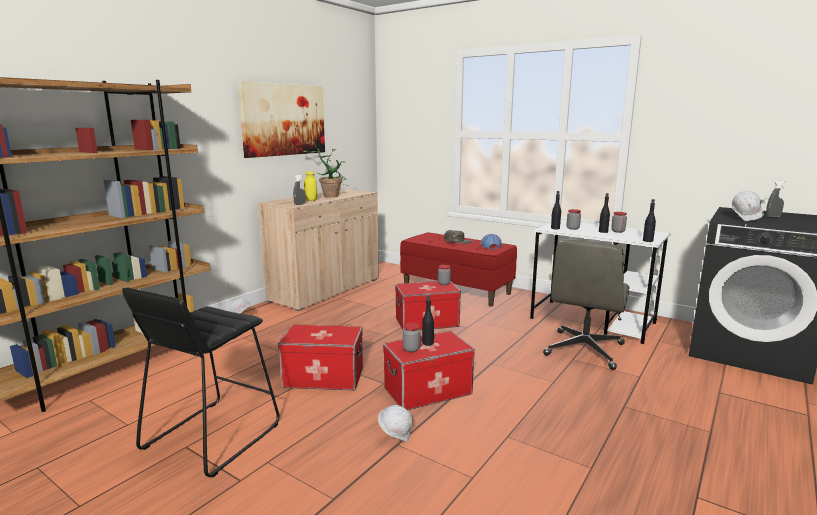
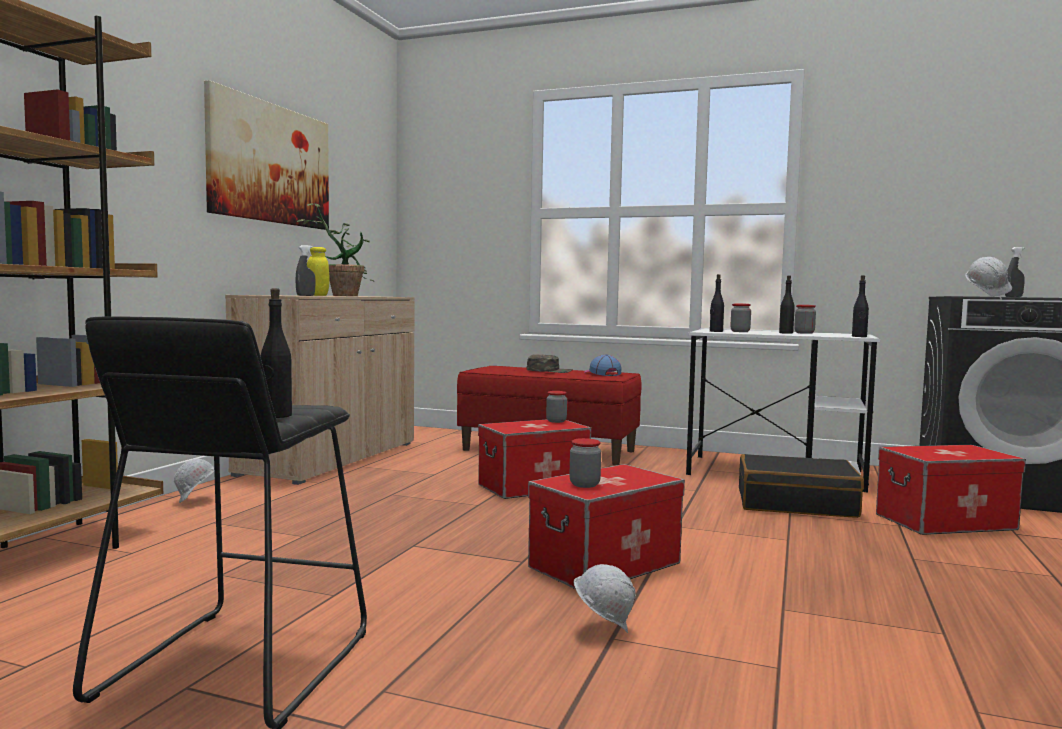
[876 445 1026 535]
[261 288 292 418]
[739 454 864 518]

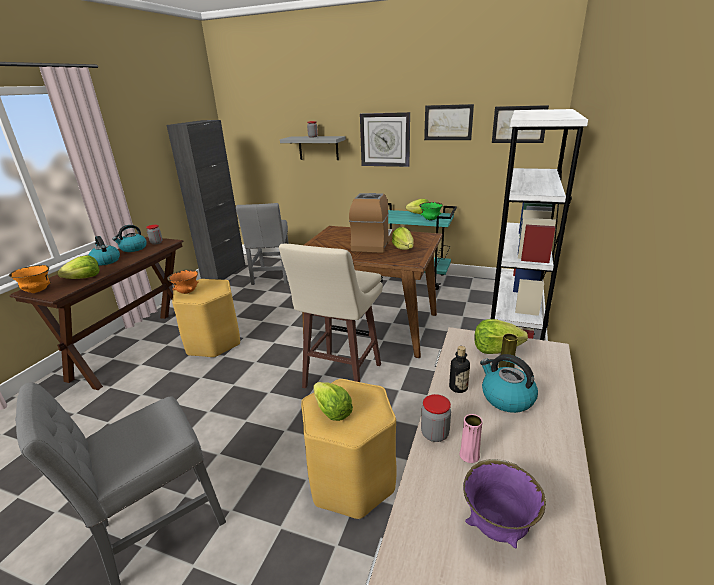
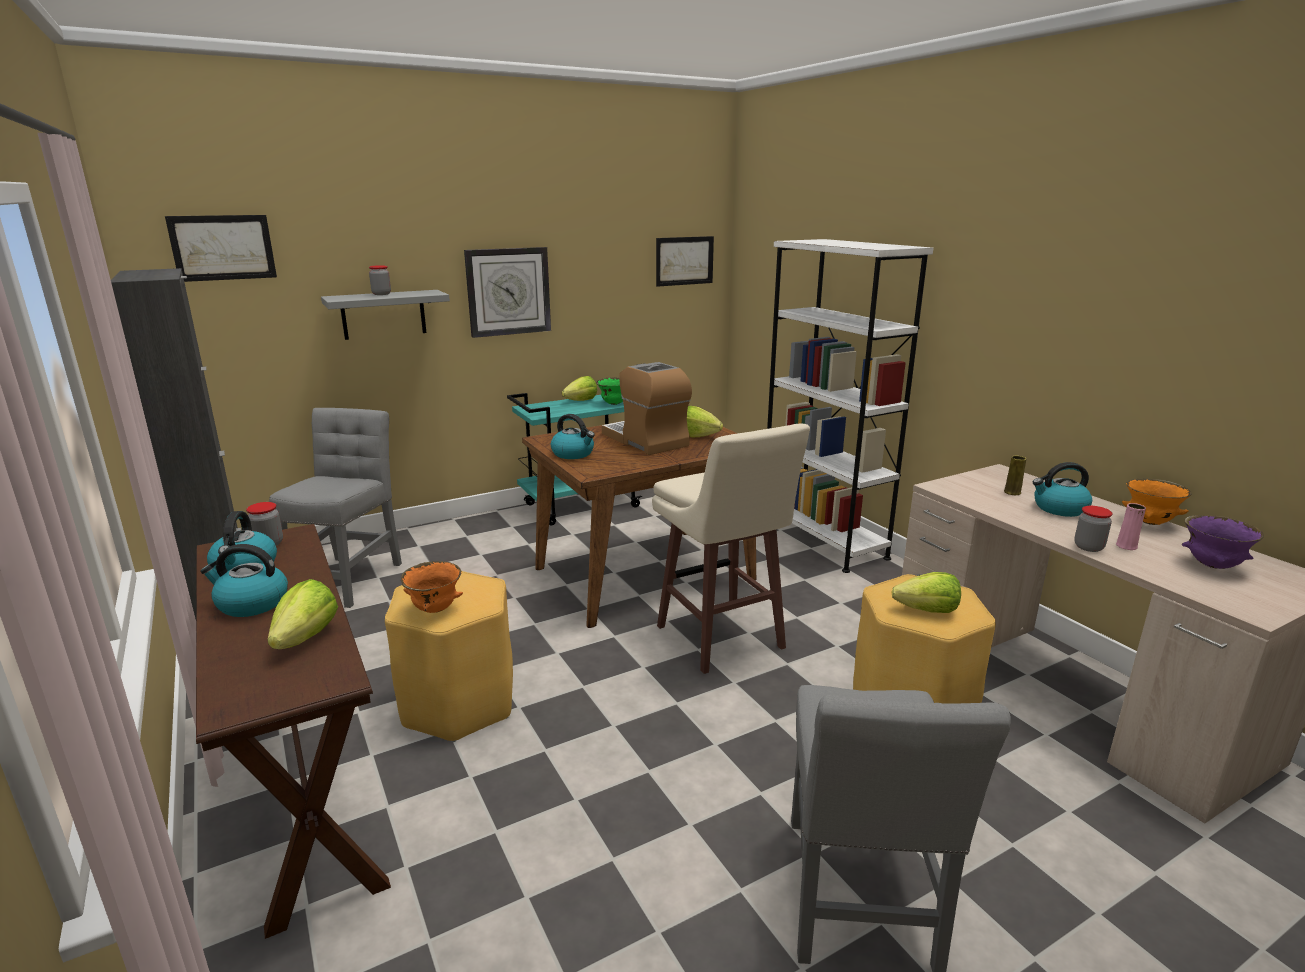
[449 346 470 393] (first image)
[474 319 528 354] (first image)
[551 414 595 459]
[1122 479 1192 525]
[165 215 277 282]
[269 408 402 608]

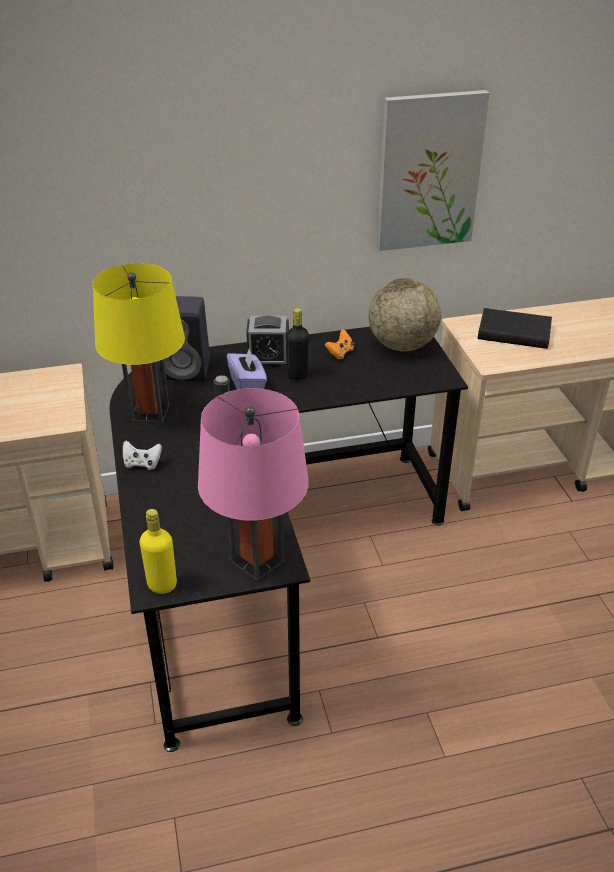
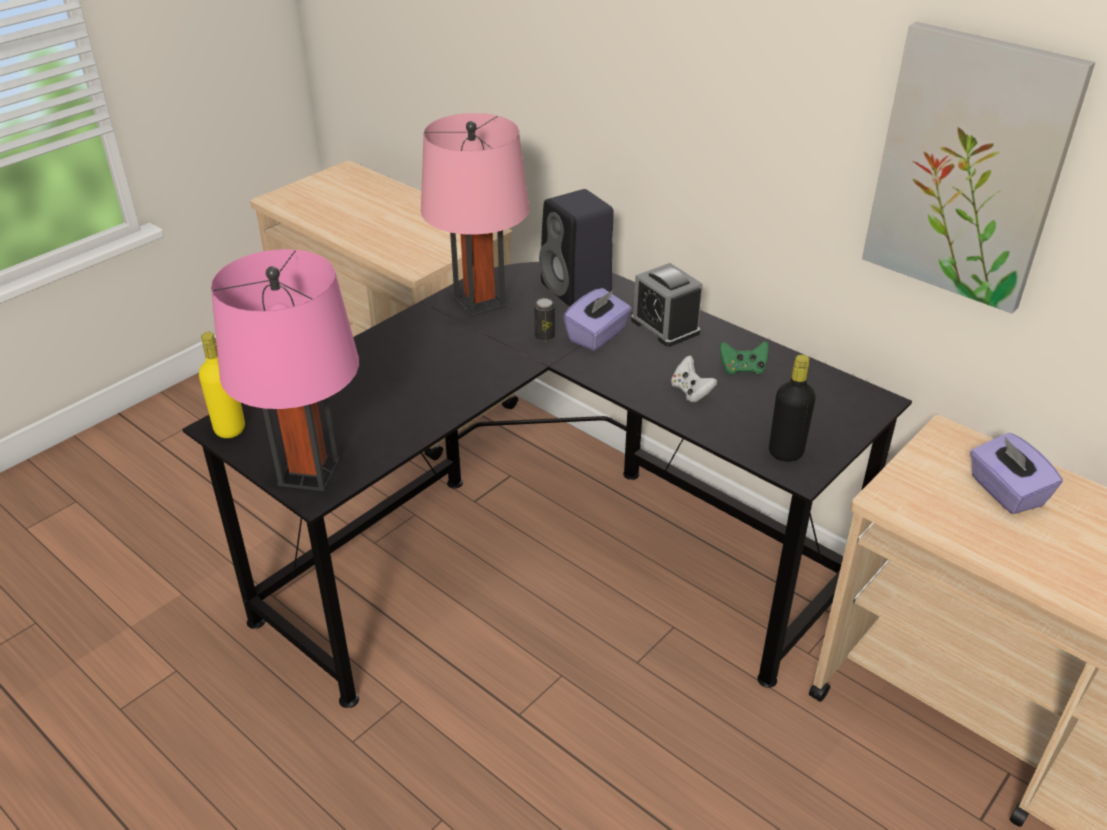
[368 278 441 351] (first image)
[671 355 717 403]
[769 355 816 462]
[970 433 1063 514]
[421 113 530 317]
[719 341 769 375]

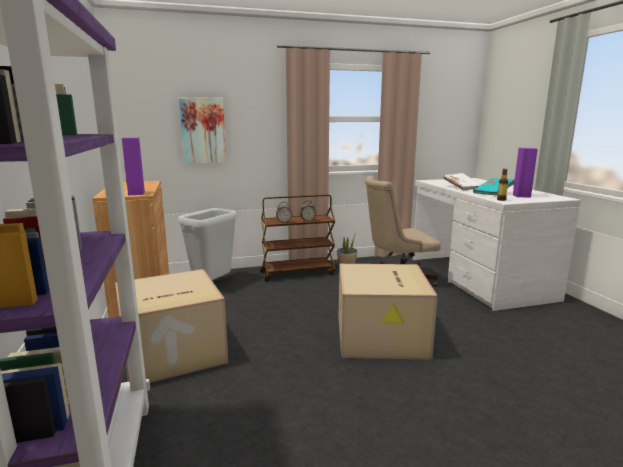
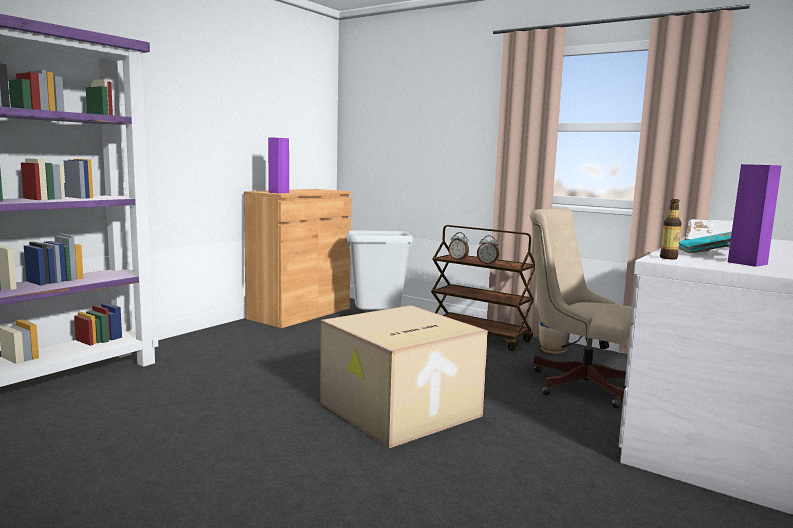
[115 269 228 383] (first image)
[179 97 226 164] (first image)

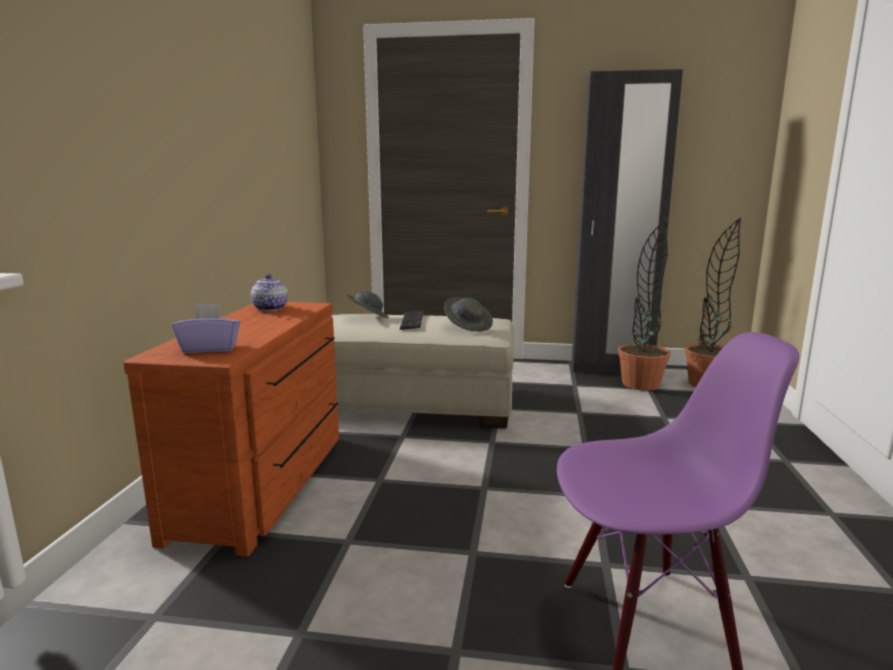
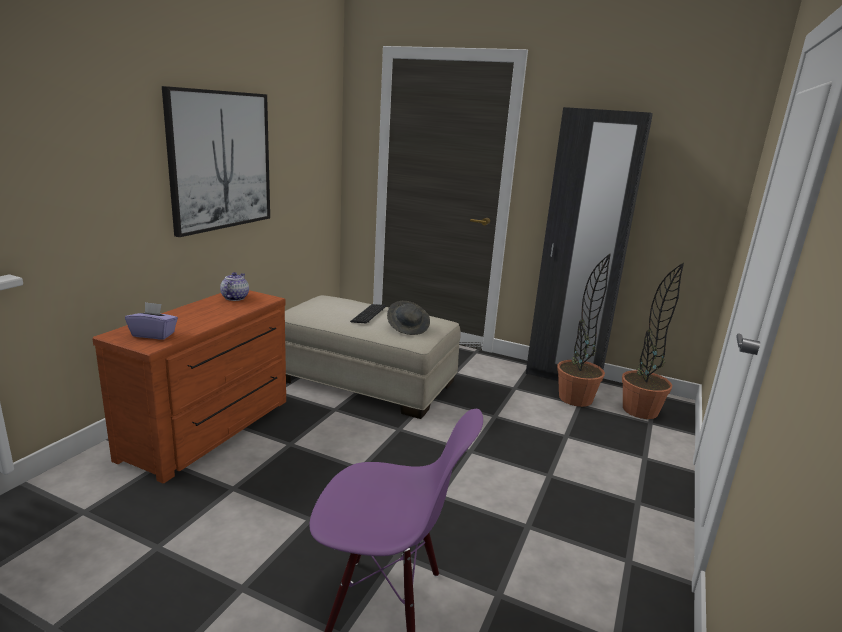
[345 291 389 318] (first image)
[162 86 270 237]

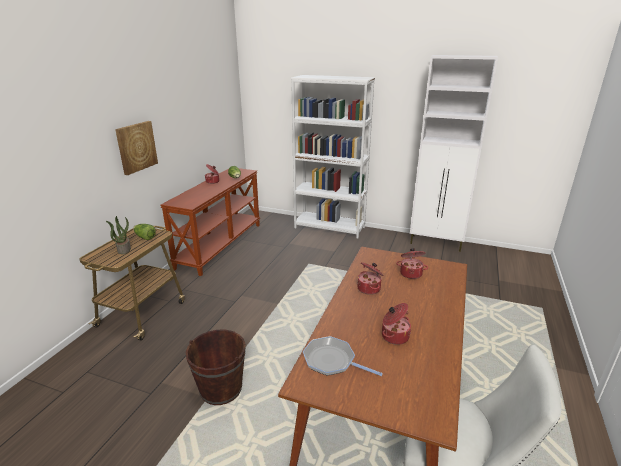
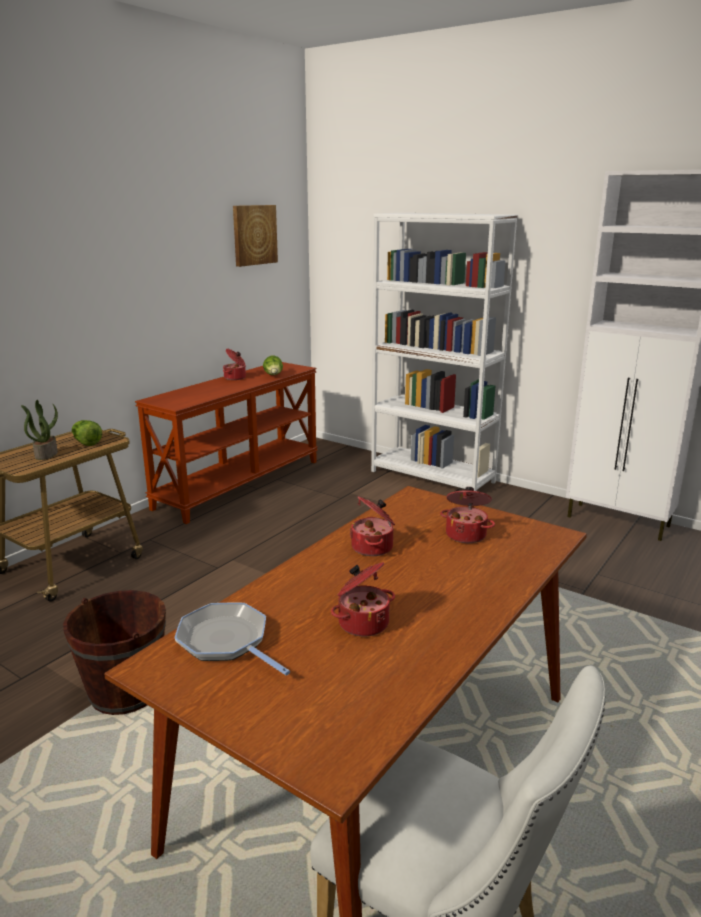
[233 205 278 267]

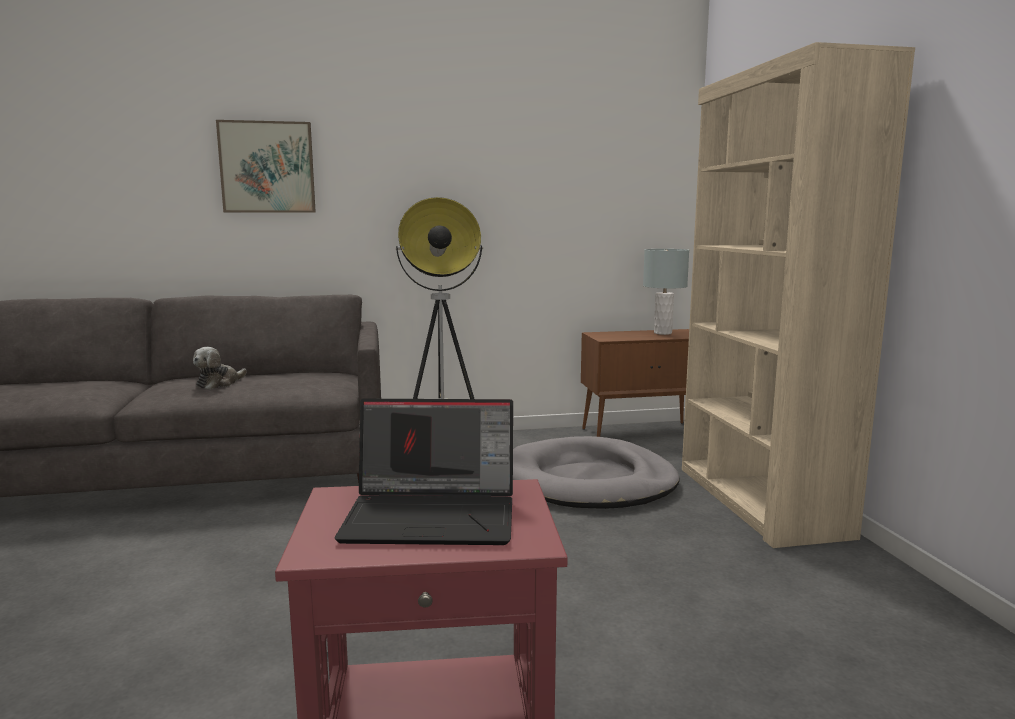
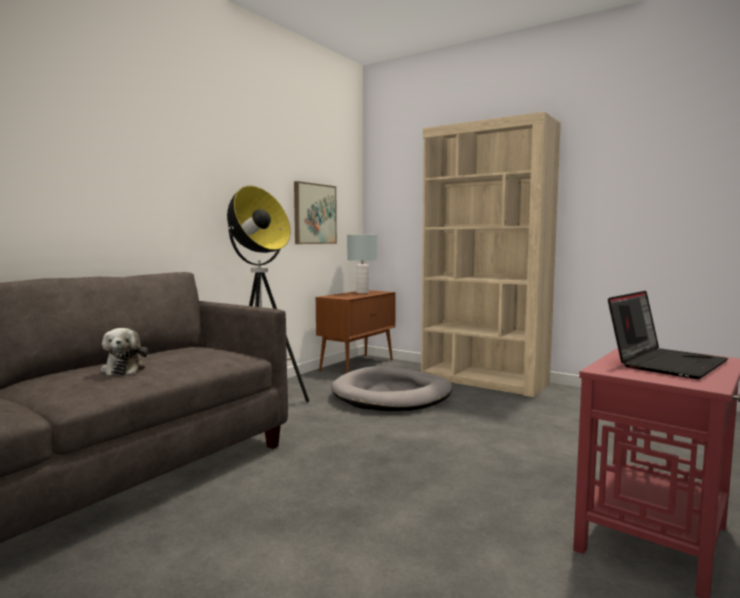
[294 181 337 244]

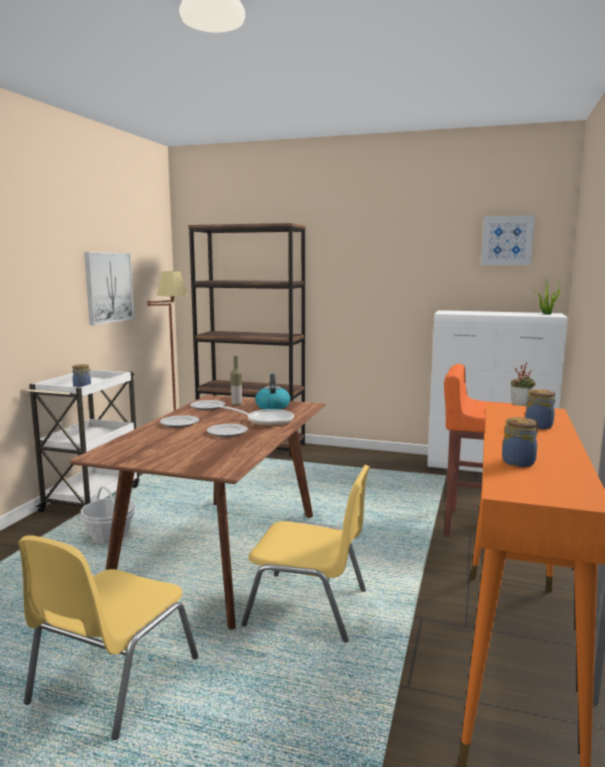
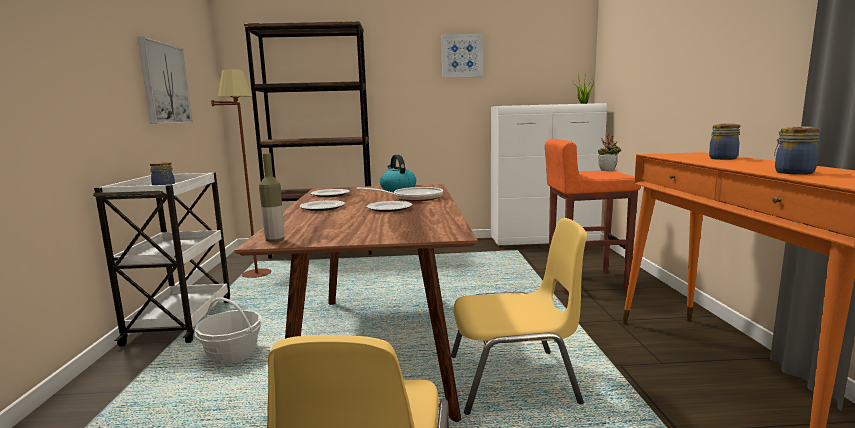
[259 154 284 242]
[441 34 483 78]

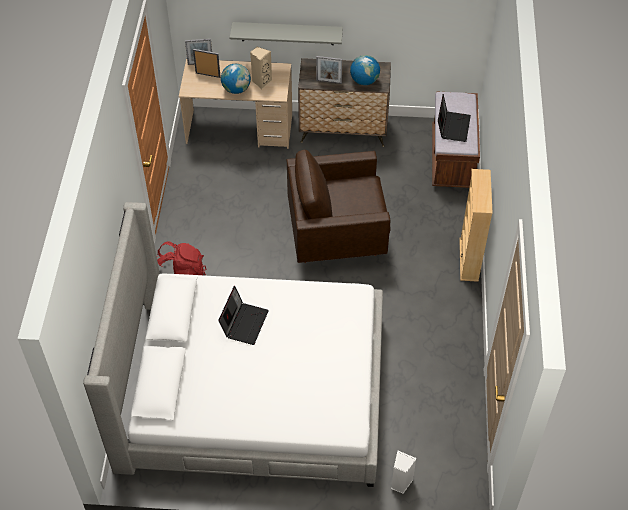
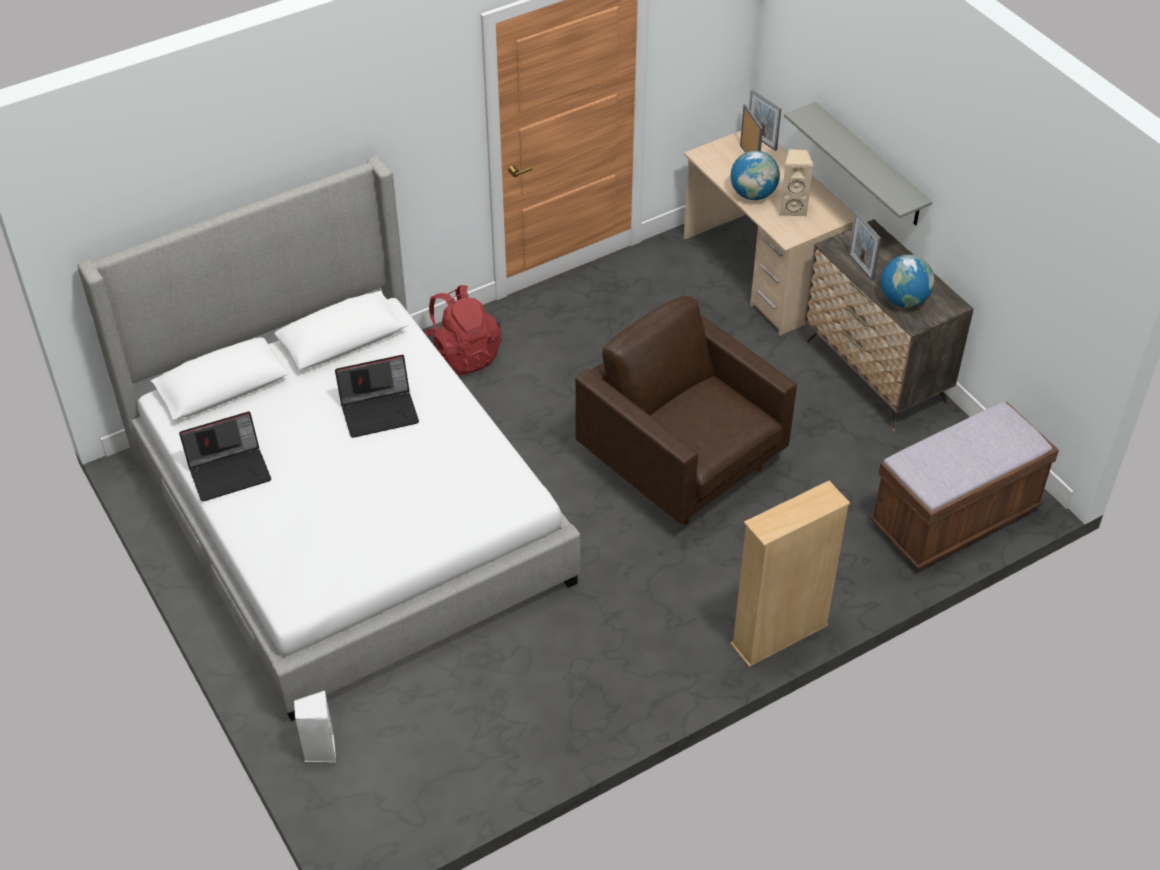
[179 411 271 501]

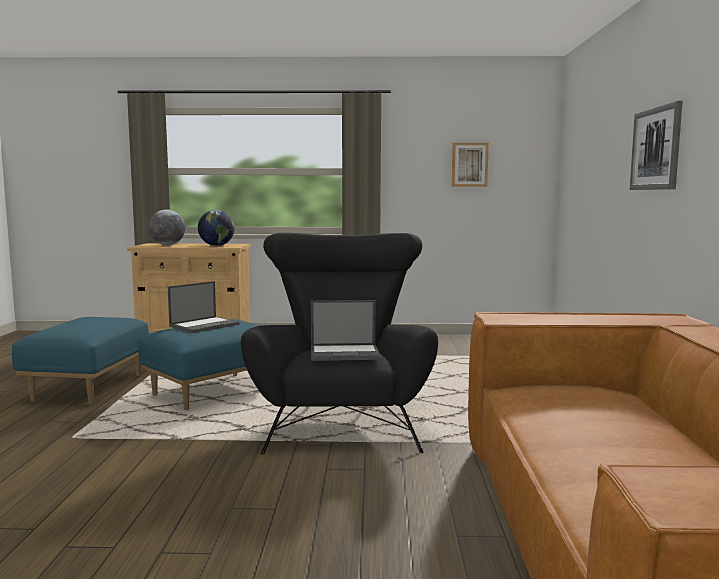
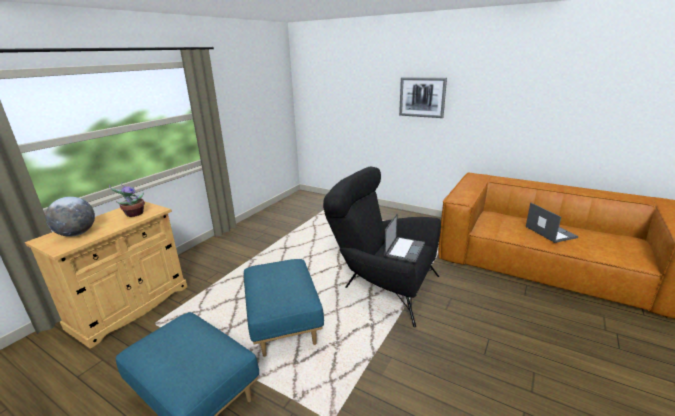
[451 143 489 187] (first image)
[526 203 579 243]
[109 182 145 217]

